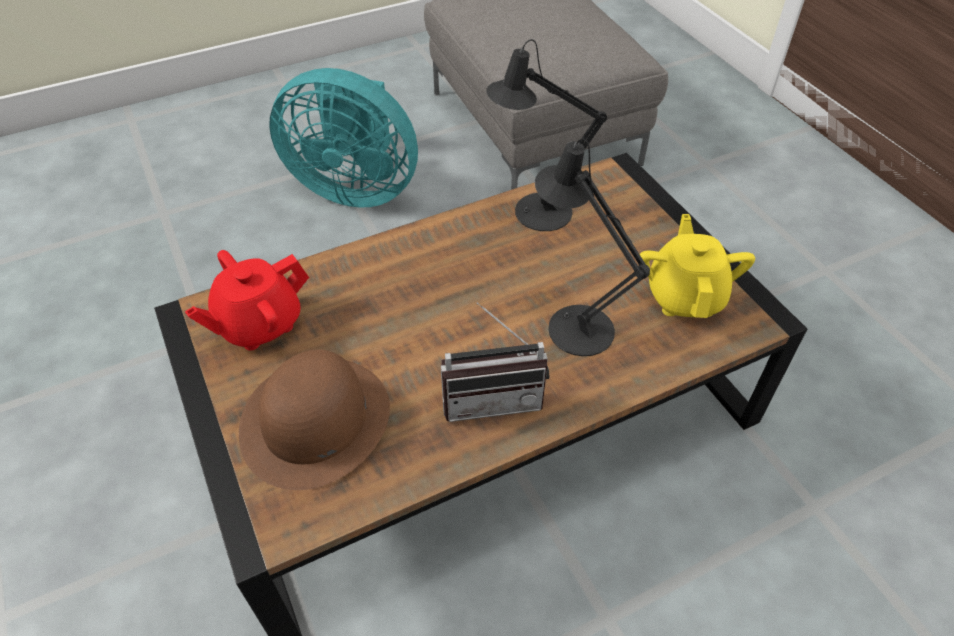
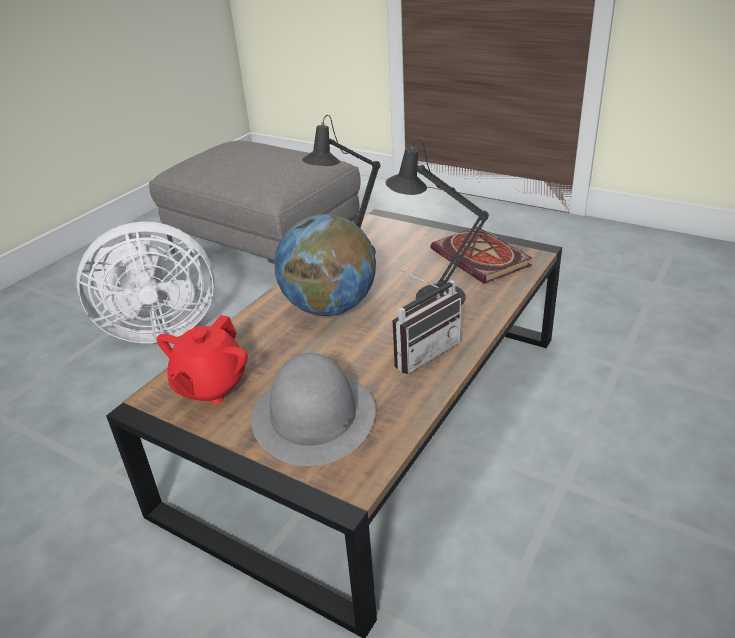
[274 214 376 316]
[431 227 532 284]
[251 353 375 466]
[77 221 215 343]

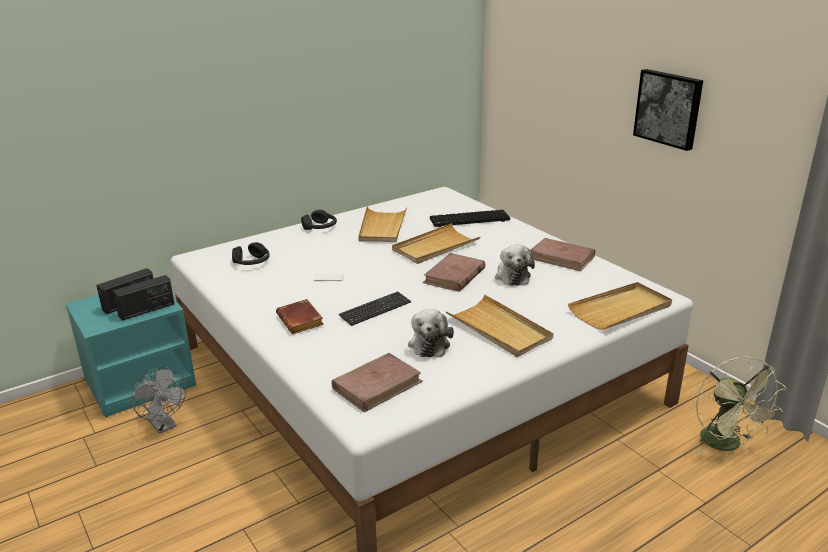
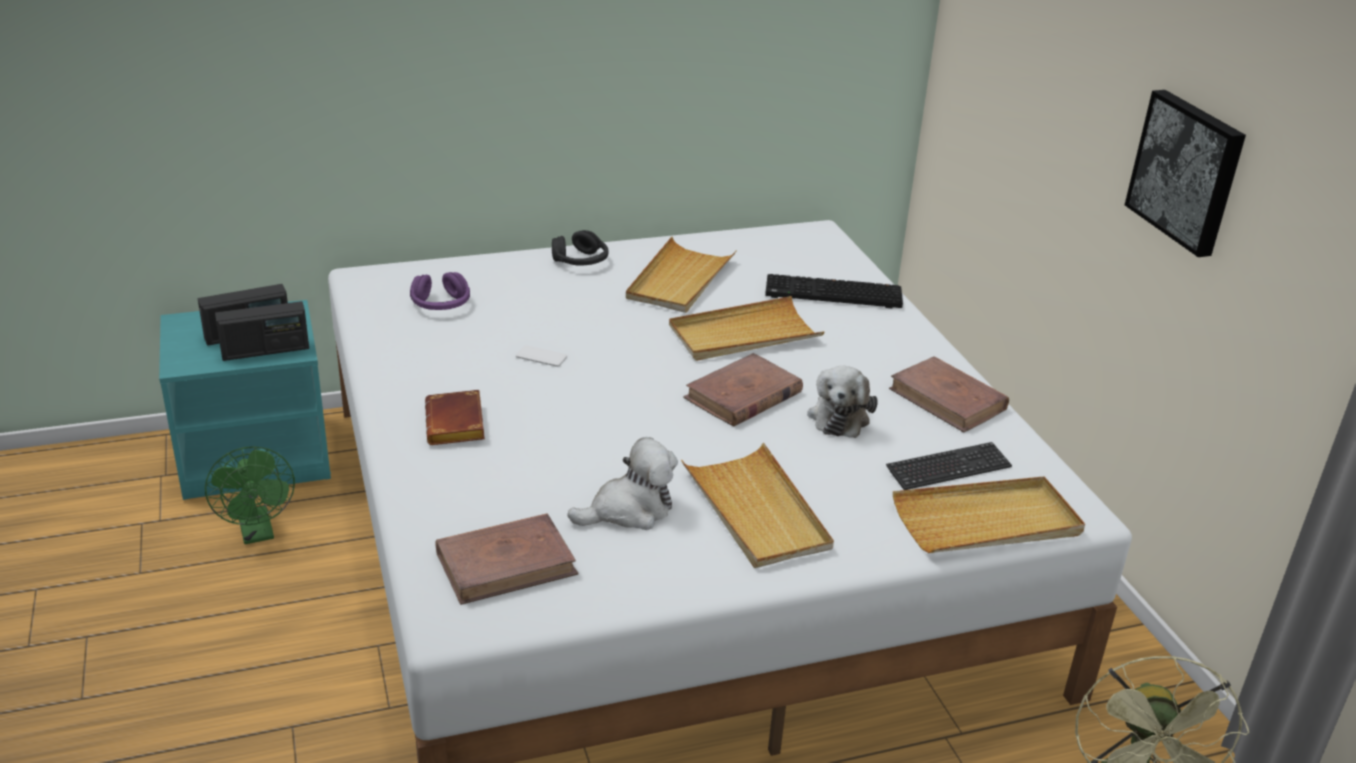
[886 442 1012 490]
[205 446 295 544]
[410 272 470 310]
[567 437 678 530]

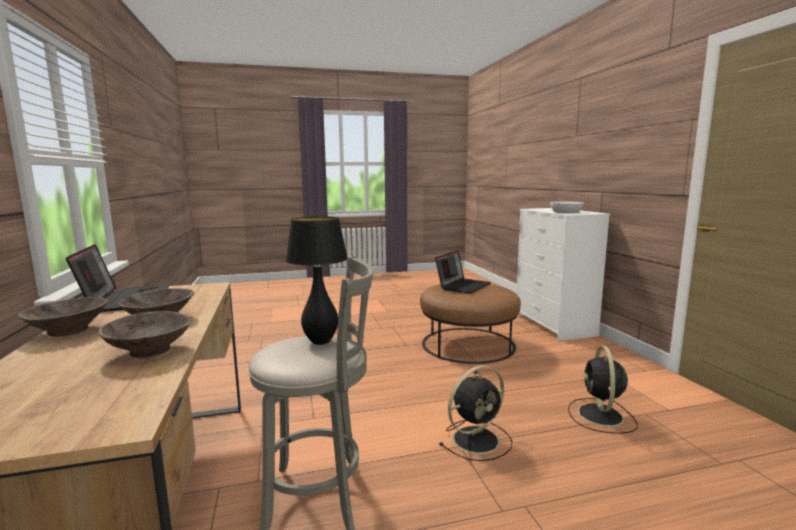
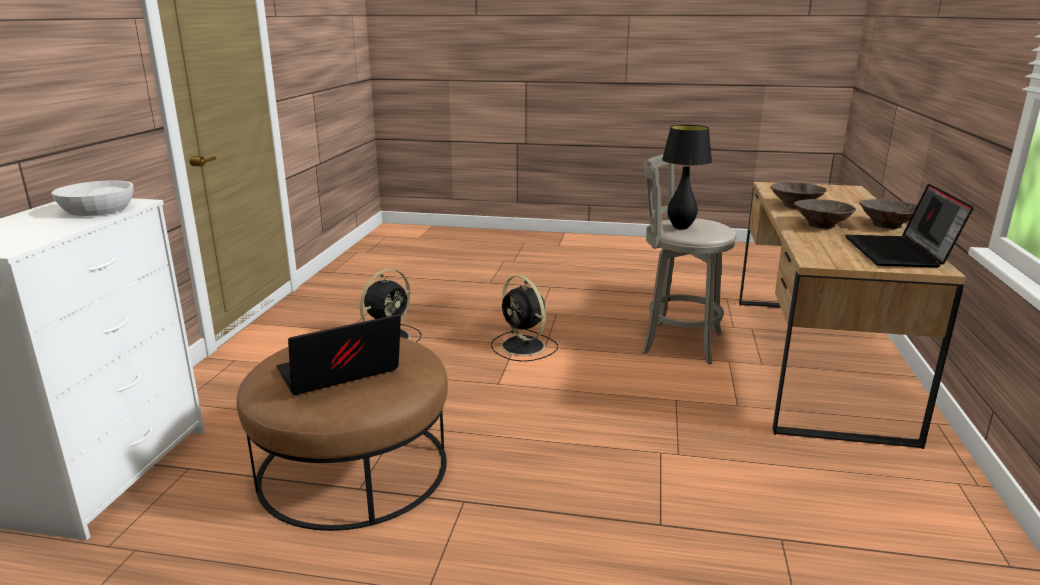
[491 275 558 362]

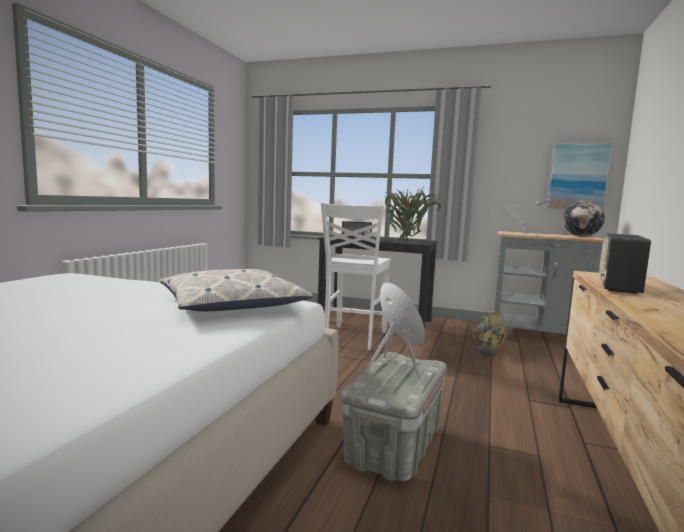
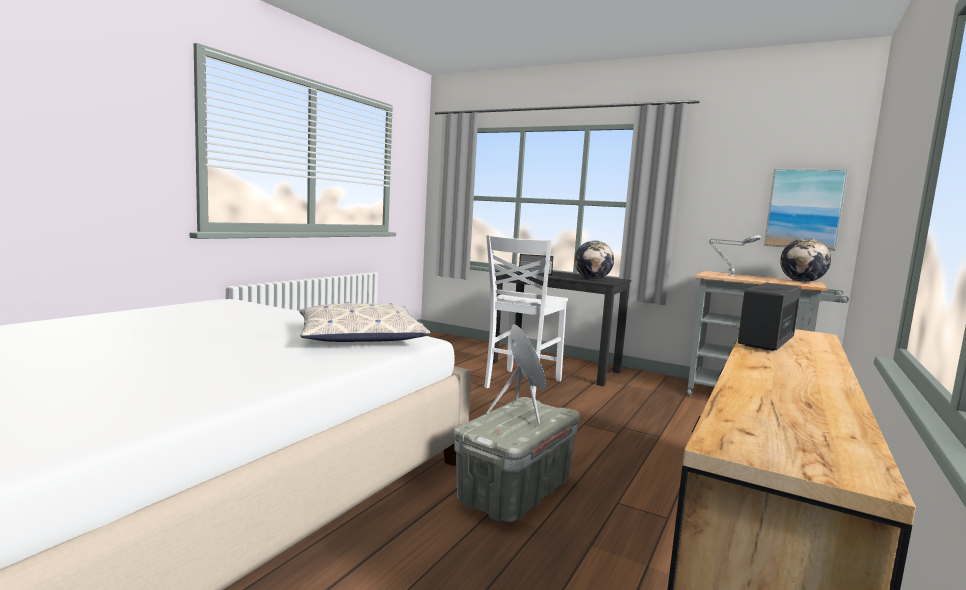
[472 310 507 355] (first image)
[574 240 614 280]

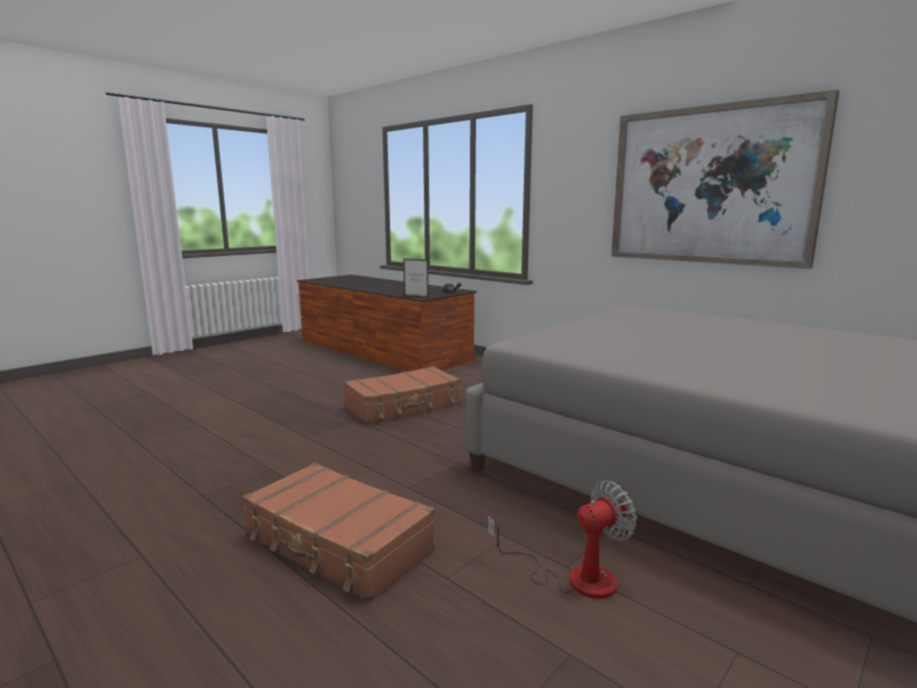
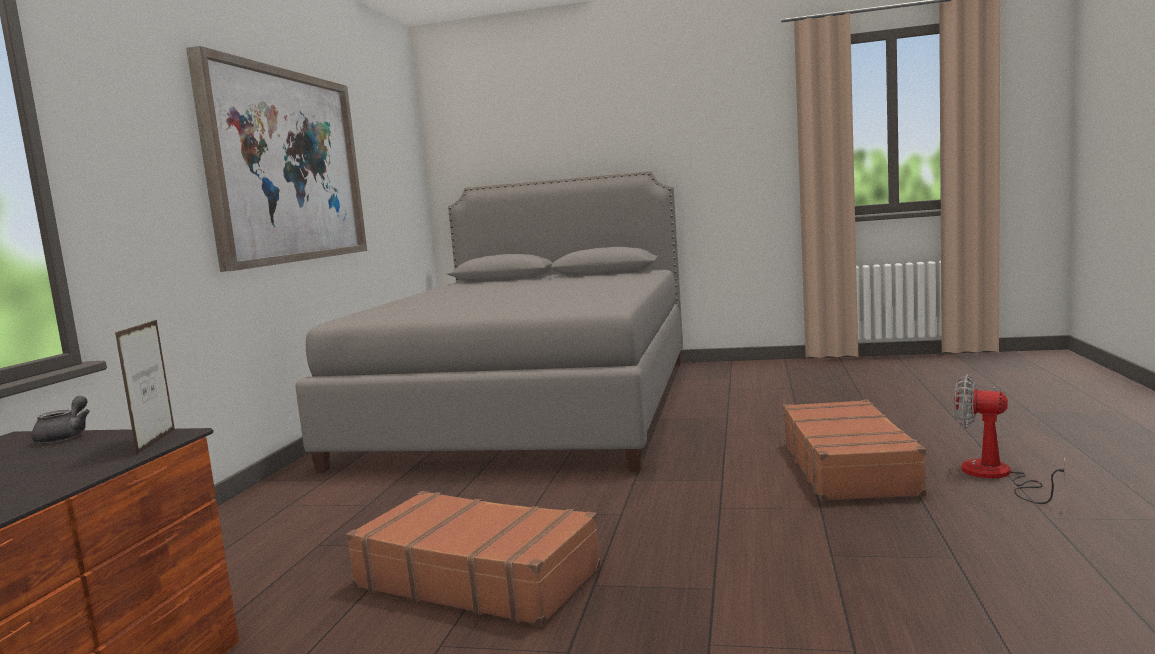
[954 374 1065 504]

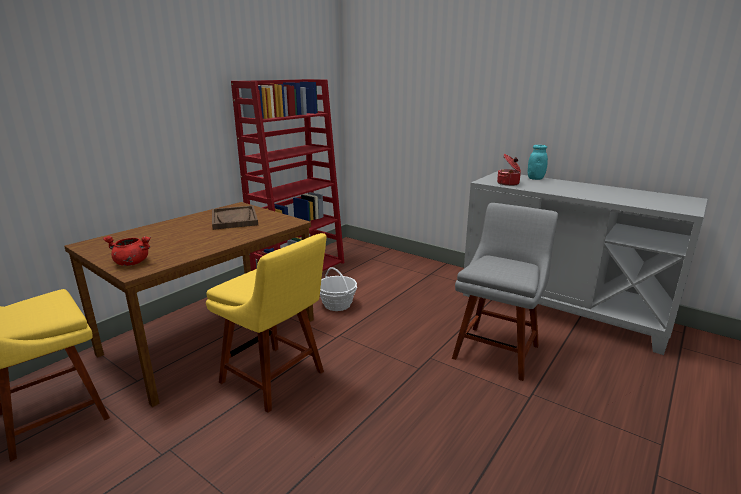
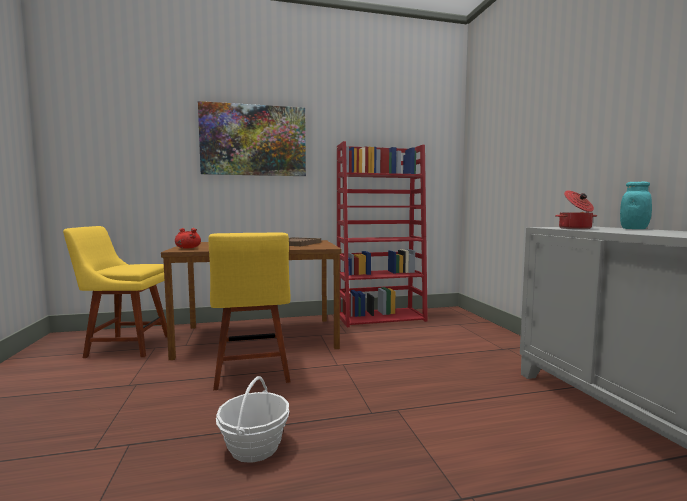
[452 203 558 381] (first image)
[198 101 306 176]
[216 376 290 463]

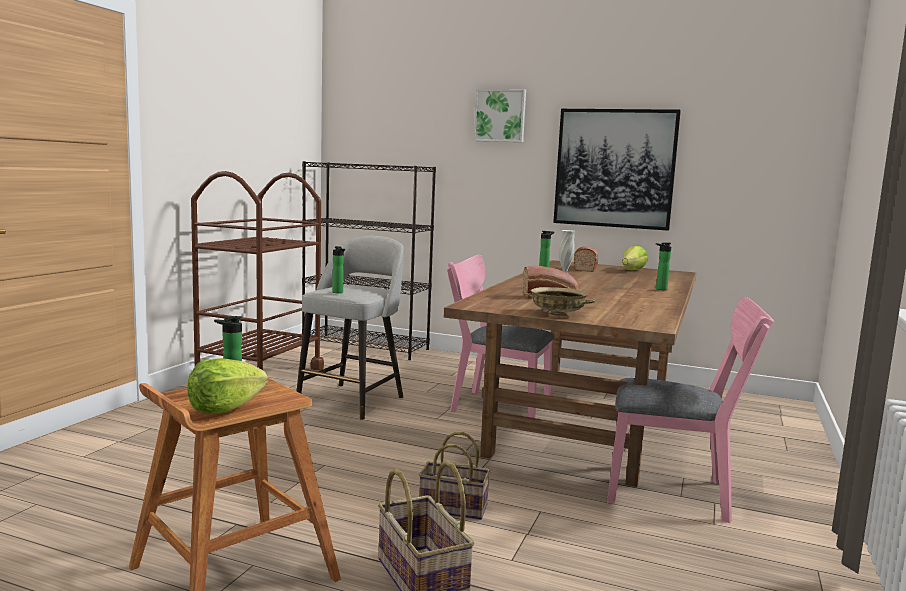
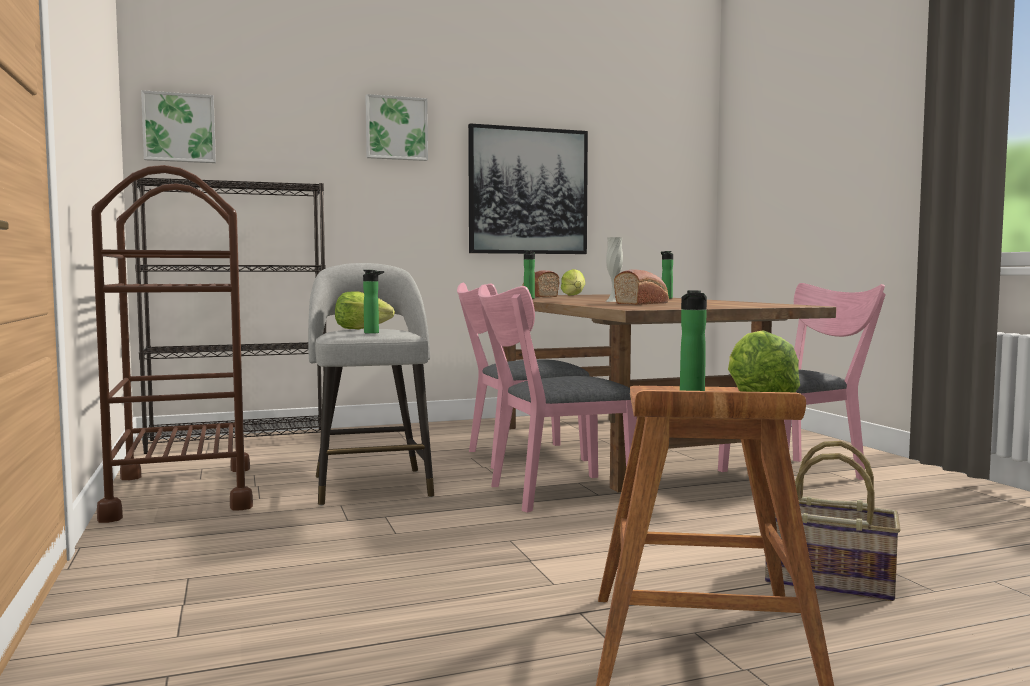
[419 432 490 520] (first image)
[525 287 595 316] (first image)
[141 90 216 163]
[335 292 395 329]
[478 284 637 513]

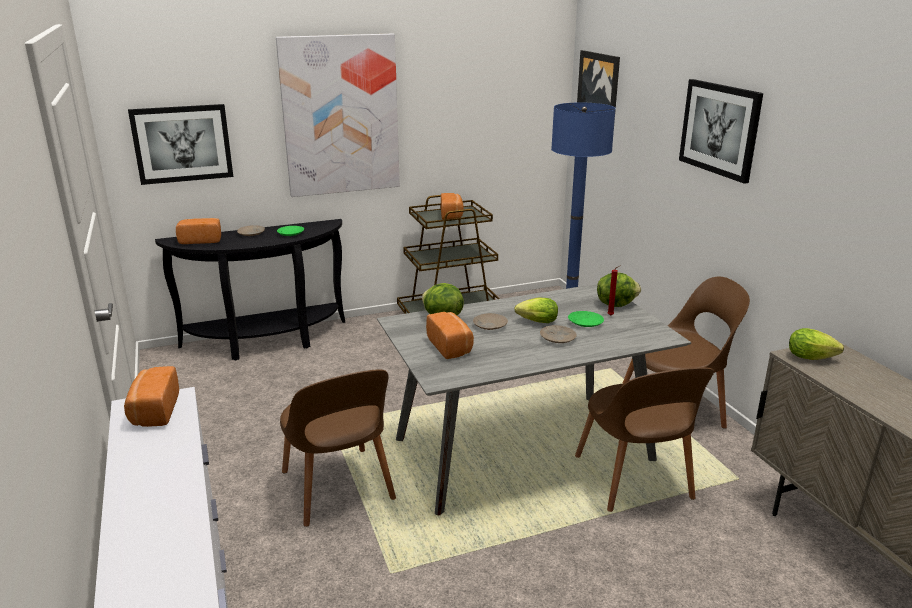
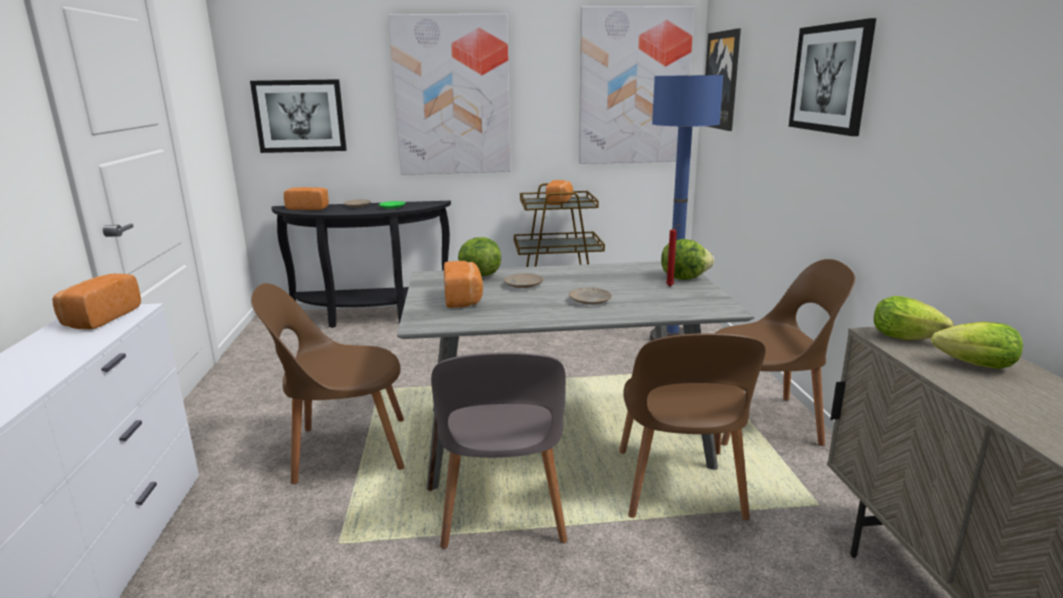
[568 311 604 327] (first image)
[431 352 567 549]
[579 6 694 164]
[931 322 1023 369]
[251 283 405 484]

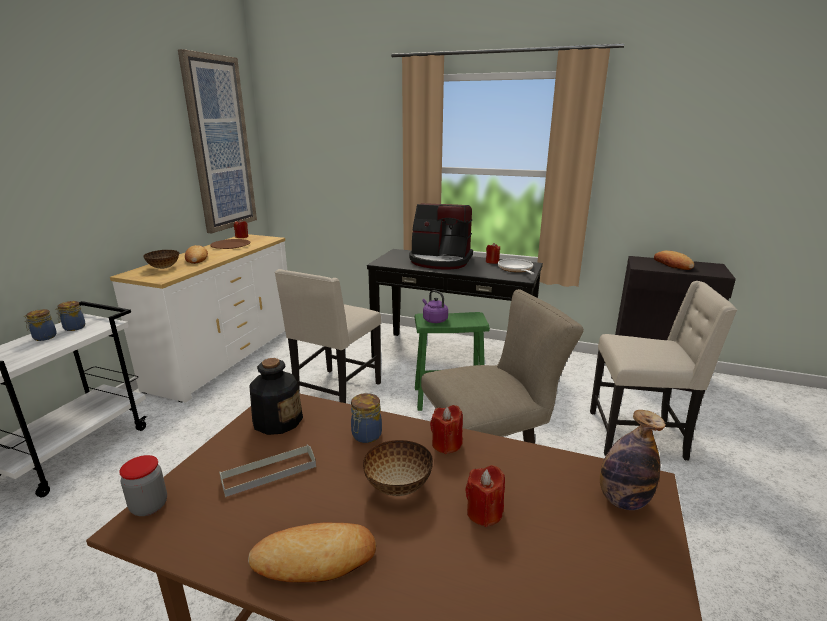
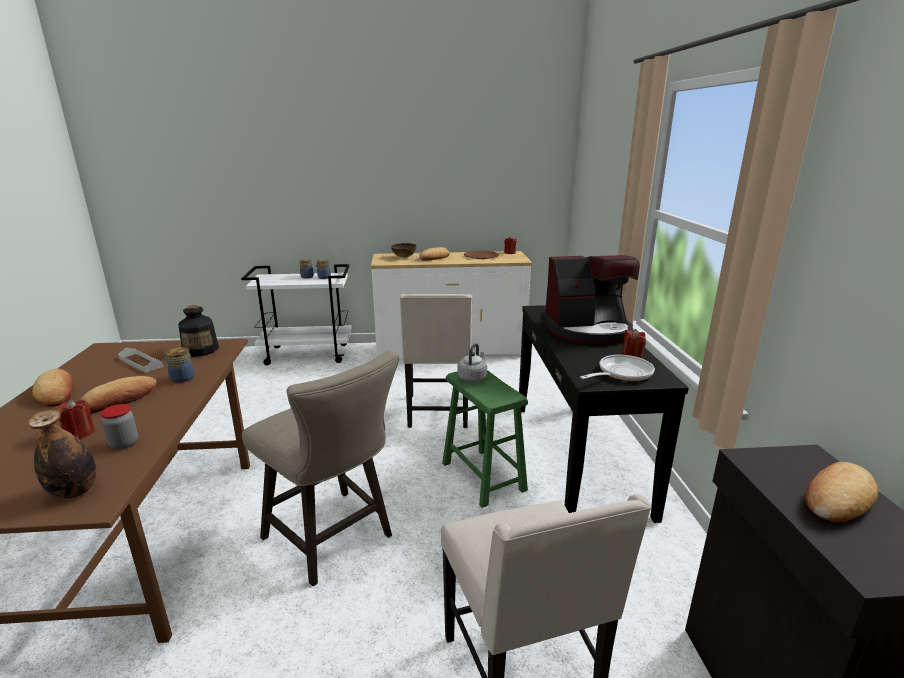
[178 49 257 234] (first image)
[430 405 463 454] (first image)
[100 404 138 449]
[79 376 157 414]
[458 343 487 382]
[400 294 472 428]
[541 255 640 345]

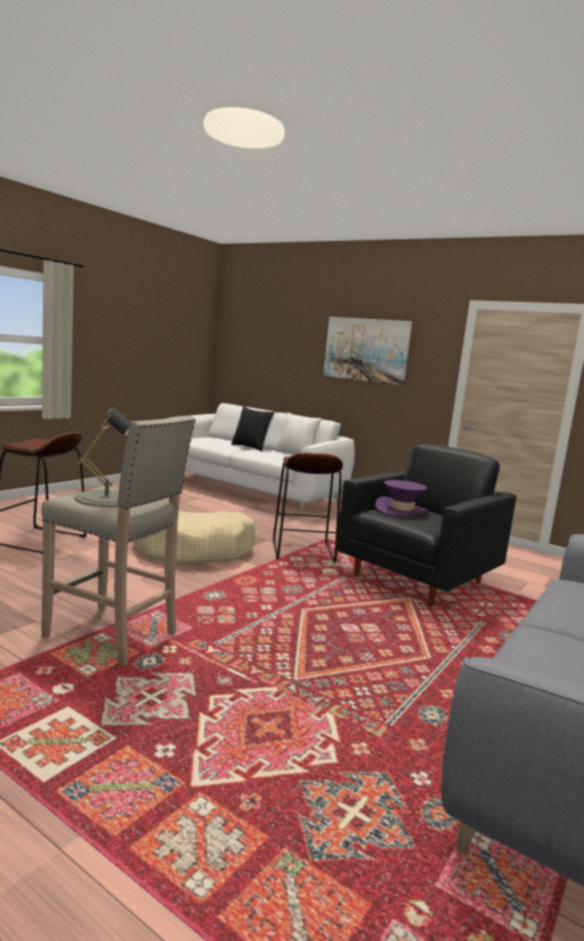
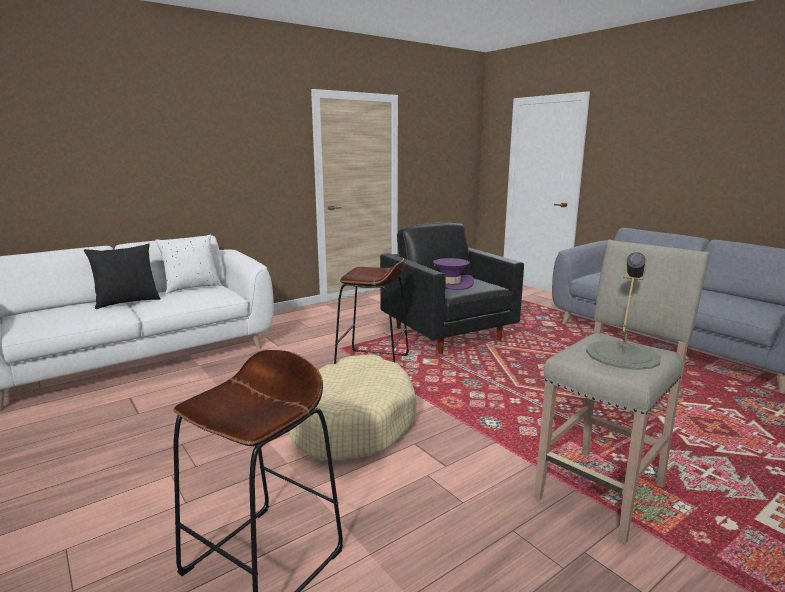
[323 317 412 385] (first image)

